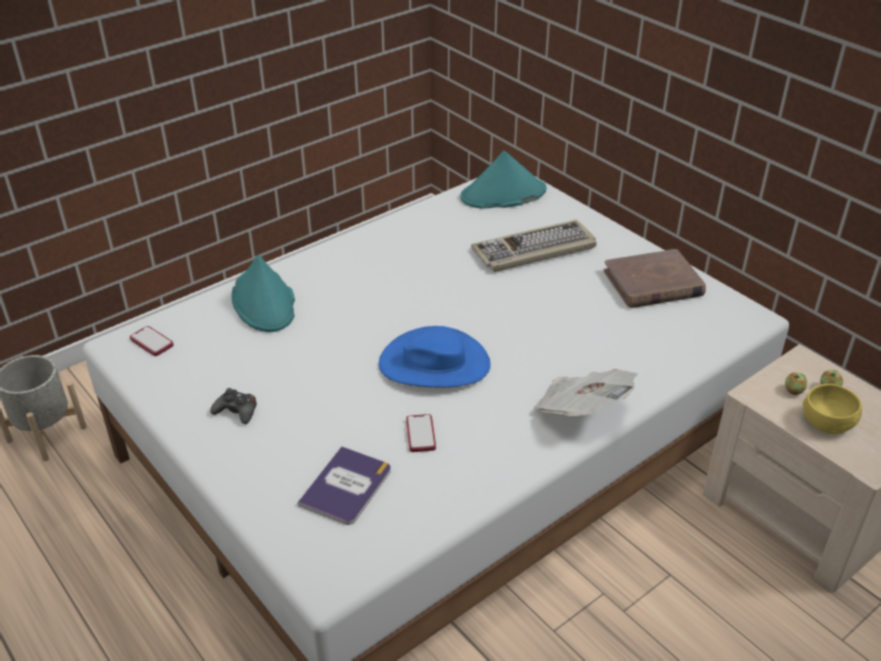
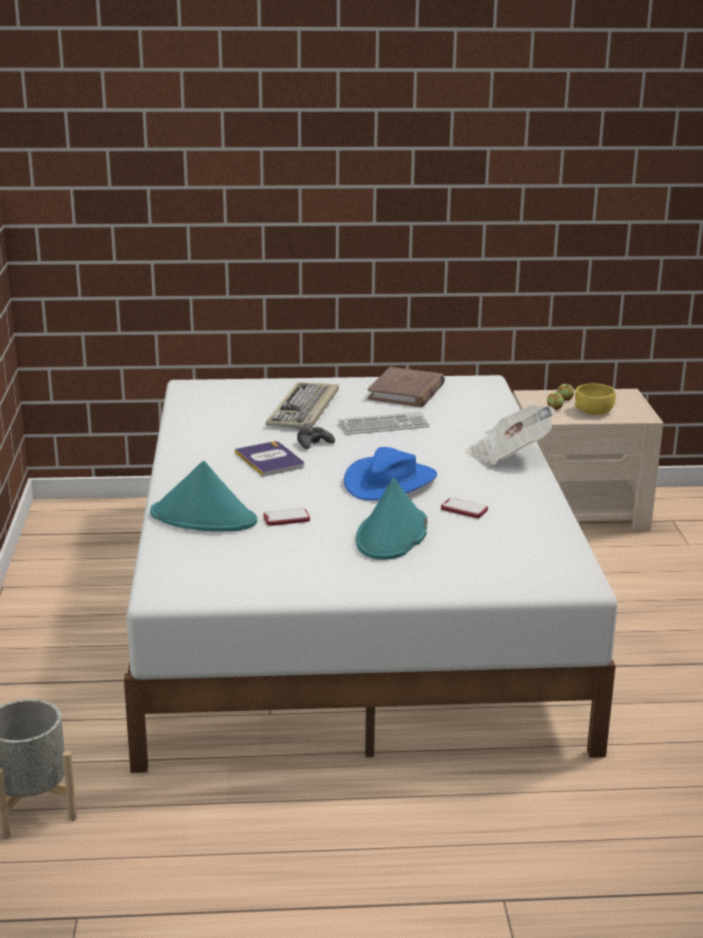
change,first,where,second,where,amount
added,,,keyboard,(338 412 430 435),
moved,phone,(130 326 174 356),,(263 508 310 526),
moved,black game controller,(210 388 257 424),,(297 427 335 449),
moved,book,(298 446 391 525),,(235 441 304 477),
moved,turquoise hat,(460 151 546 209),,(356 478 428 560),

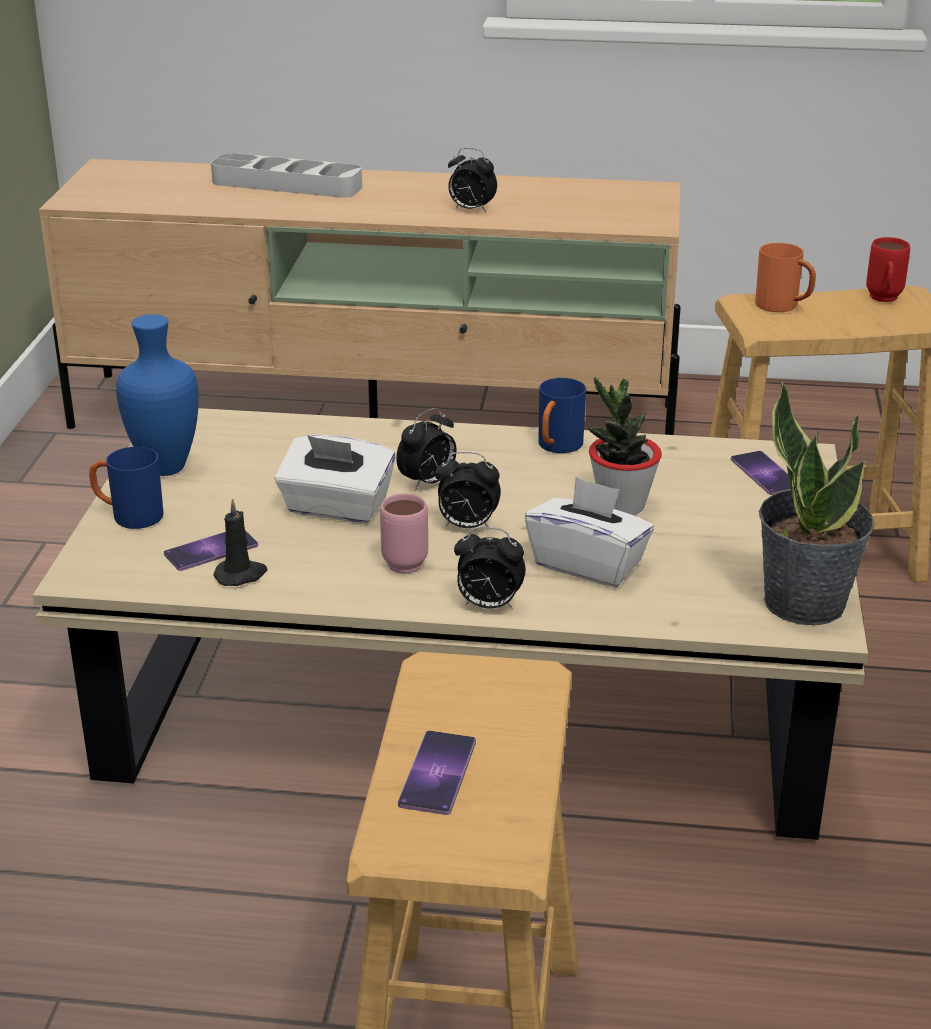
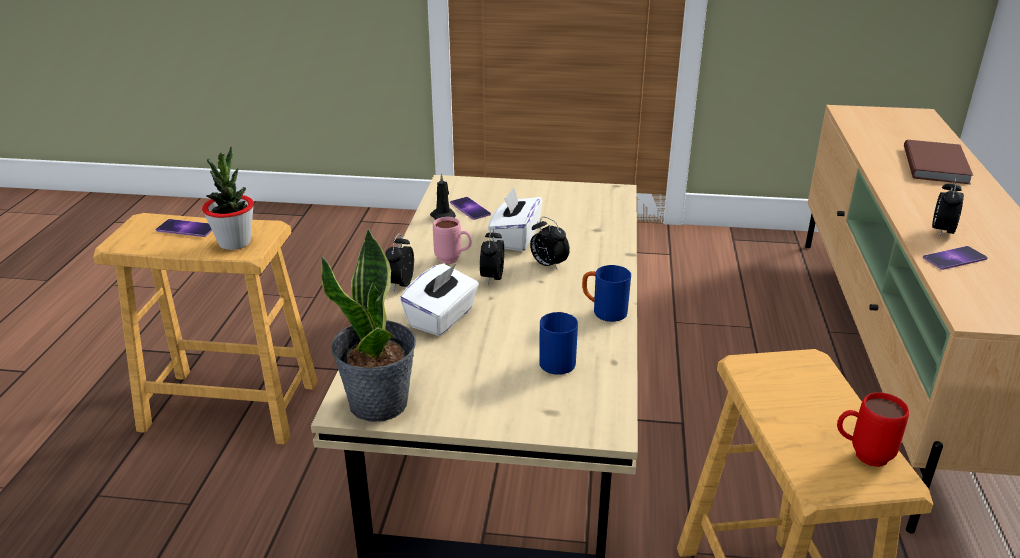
change,first,where,second,where,amount
removed,blue vase,(116 314 199 476),,,
removed,orange mug,(755 243 816 312),,,
moved,blue mug,(89 447 164 529),,(539 312 578 375),
moved,potted plant,(589 377 662 515),,(202 147 254 250),
moved,phone,(731 451 791 495),,(923 246 988 270),
replaced,grey tray,(211 153 362 198),brown book,(904 140 973 184),

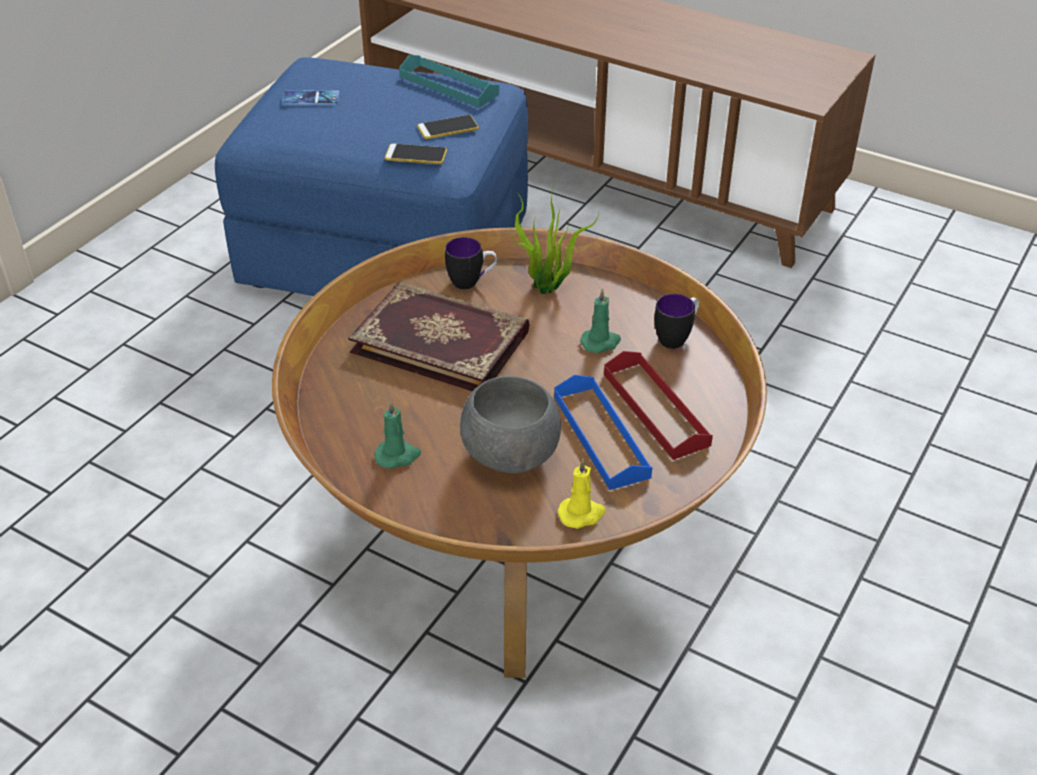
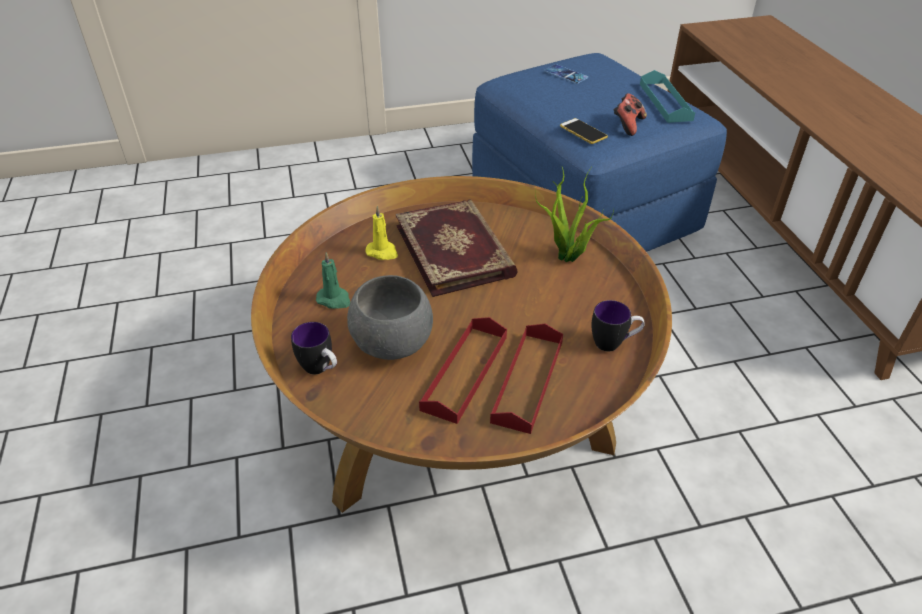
change,first,where,second,where,amount
removed,green candle,(580 288 621 353),,,
moved,mug,(445 237 497 289),,(291 322 337 374),
moved,yellow candle,(558 459 606 529),,(366 206 398 260),
replaced,phone,(417 115 479 139),game controller,(614 93 647 136),
recoloured,blue tray,(554 375 652 490),red tray,(419 317 507 424),

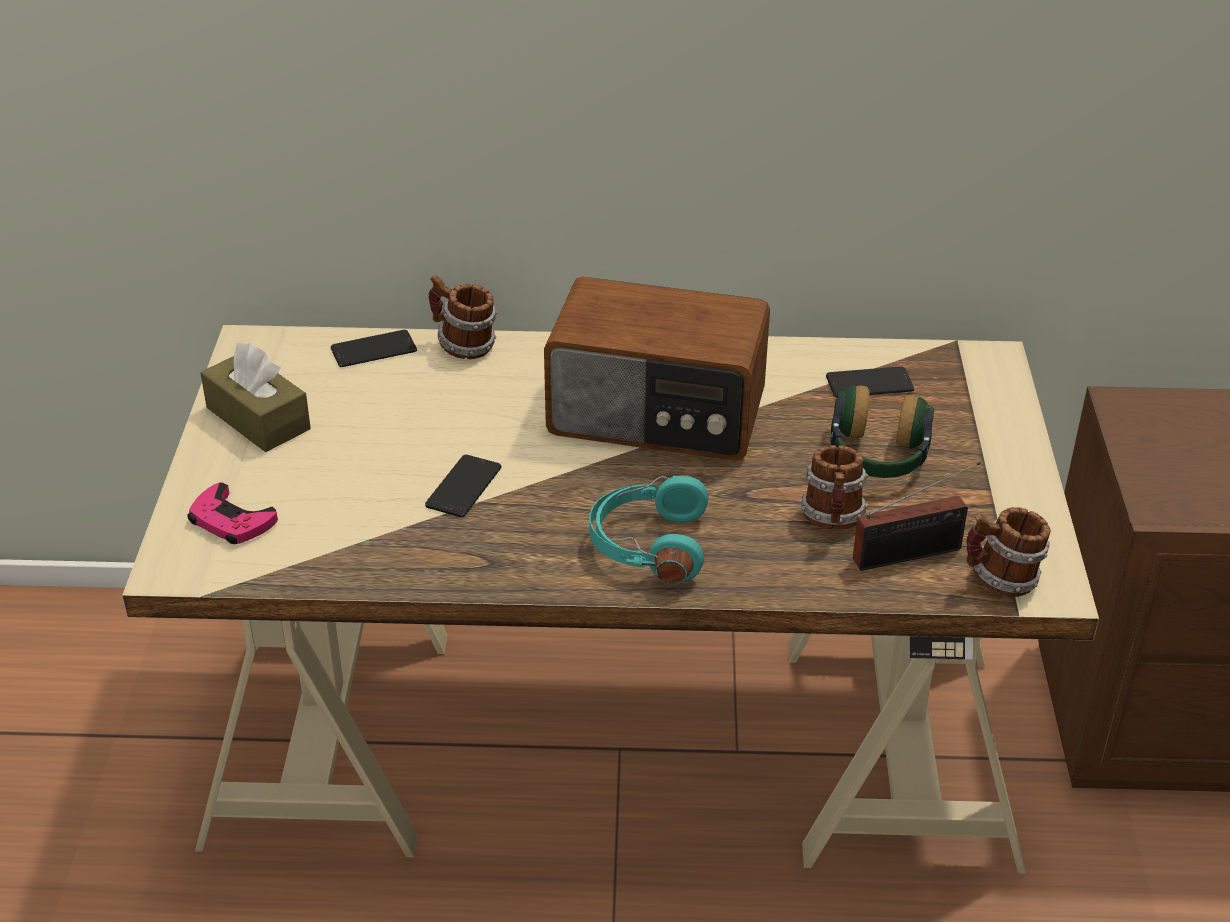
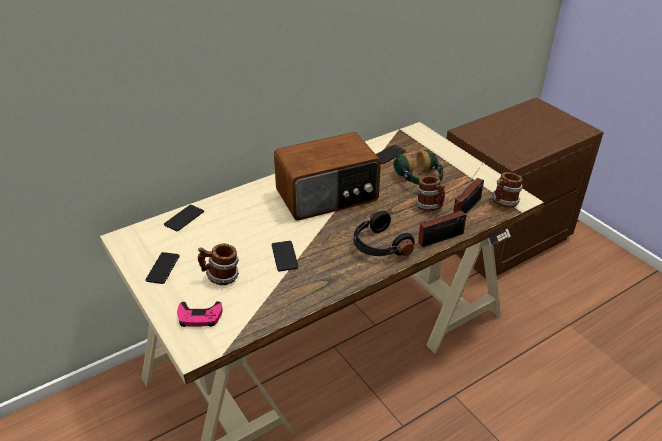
change,first,where,second,where,amount
added,,,radio,(418 194 471 247),
moved,mug,(429 275 497 359),,(198 244 239 285),
replaced,brown tissue box,(201 343 311 452),phone,(145 252 180 284),
recoloured,turquoise headphones,(589 475 709 584),black headphones,(354 211 415 256),

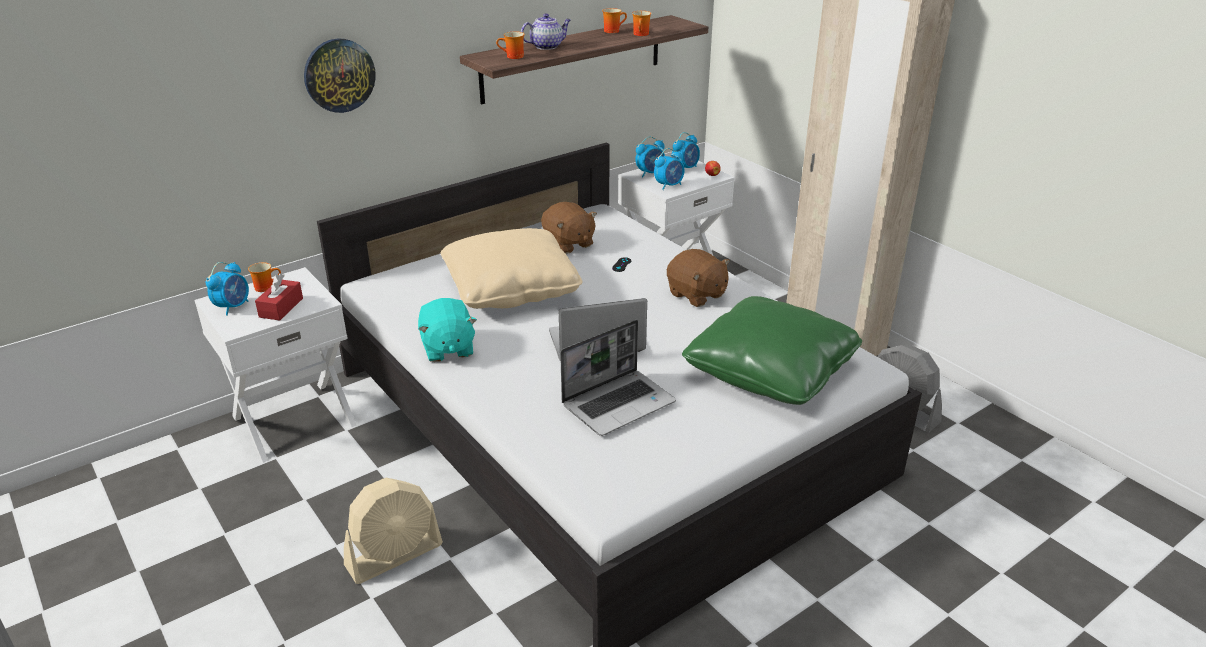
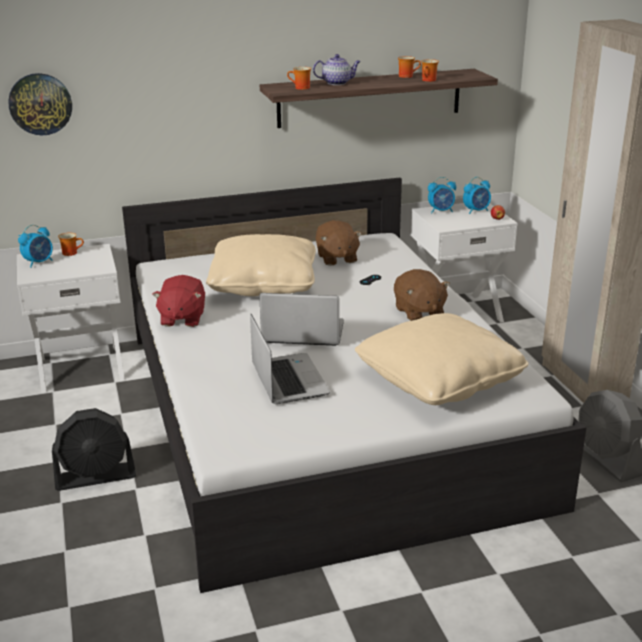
change,first,where,second,where,amount
removed,red tissue box,(255 273 303 321),,,
removed,alarm clock,(654 148 684 190),,,
moved,wall clock,(304 38 376 113),,(8 73 72 135),
recoloured,beige fan,(344 478 443 584),black fan,(52 408 136 491),
recoloured,turquoise plush toy,(418 298 477 362),red plush toy,(152 275 205 327),
recoloured,green pillow,(682 296 862 405),beige pillow,(355 313 529 405),
turned,laptop,(560 320 676 436),,(250 314 330 404),90 degrees counterclockwise

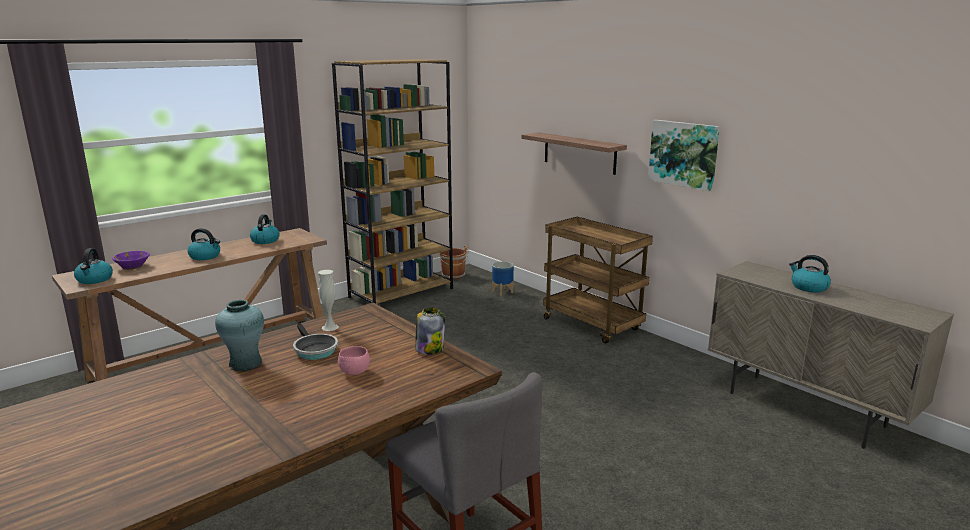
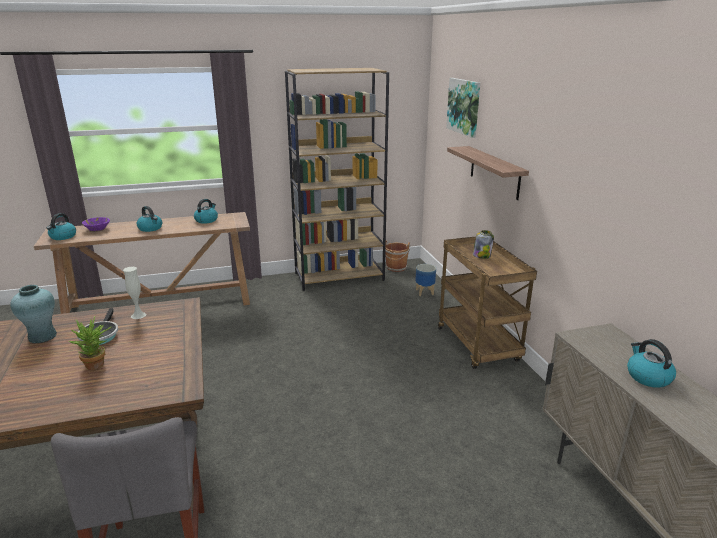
change,first,where,second,where,amount
moved,jar,(415 307 445 355),,(473 230 494 259),
moved,picture,(648 120 720 192),,(446 78 480 138),
replaced,pink bowl,(338 346 370 375),potted plant,(68 316 111 370),

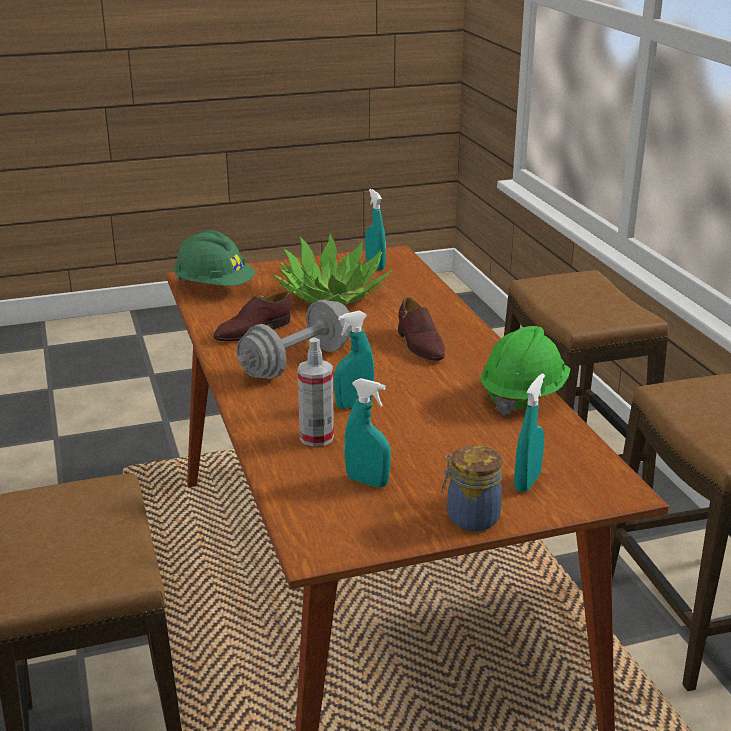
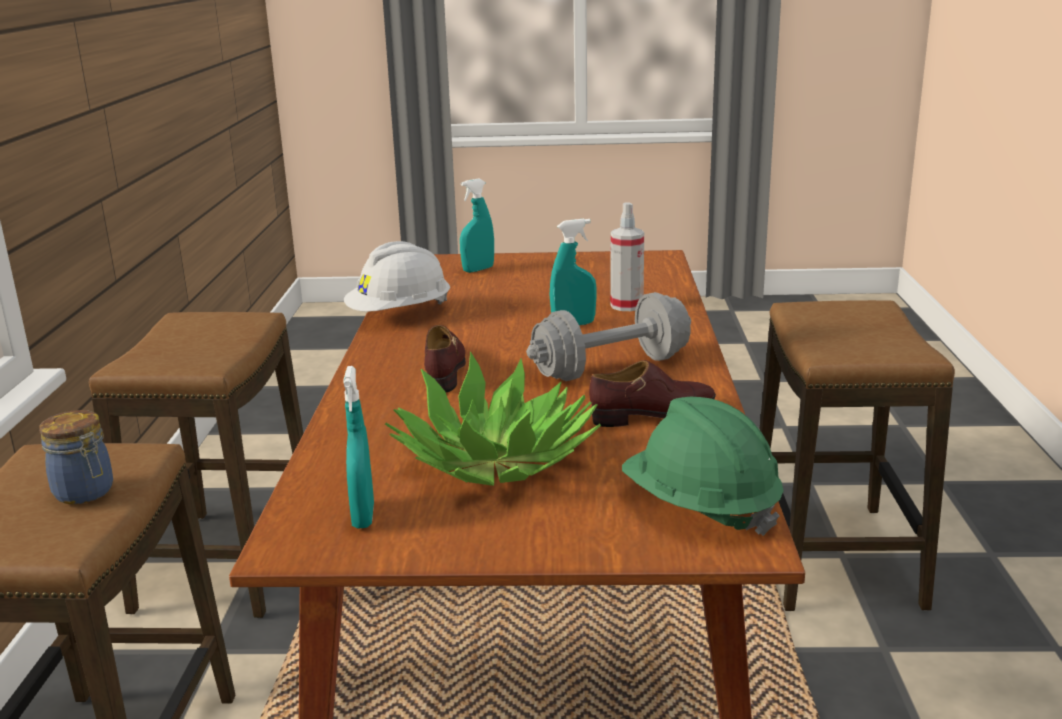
change,first,where,second,where,amount
removed,turquoise spray bottle,(344 378 391 487),,,
moved,jar,(441 445 502 531),,(39 410 113 504),
recoloured,green hard hat,(481 326 570 415),white hard hat,(344 241 450 312),

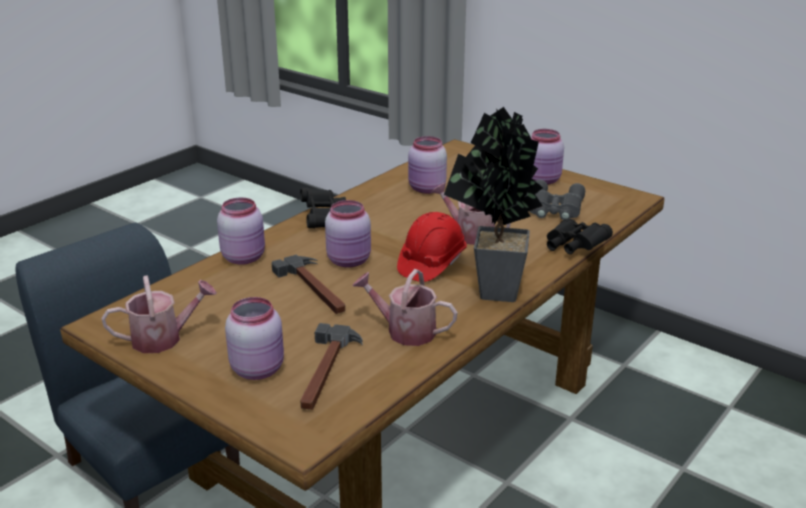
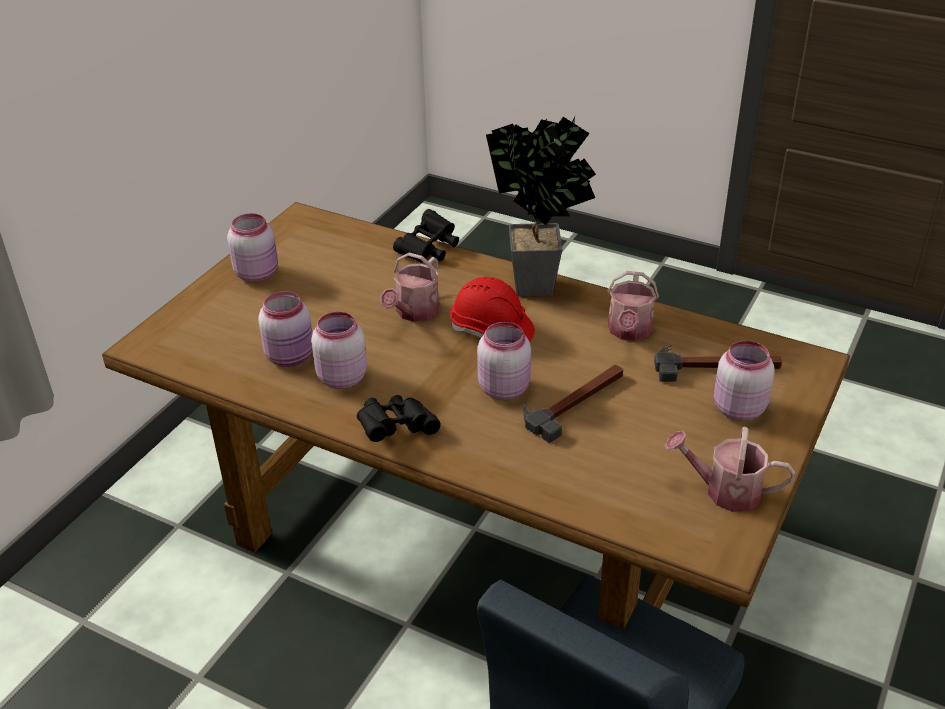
change,first,where,second,where,amount
removed,grey binoculars,(530 180 585 220),,,
moved,pink jar,(217 197 265 265),,(311 312 367 389),
turned,watering can,(102 275 217 353),,(665 426 795 512),45 degrees counterclockwise

